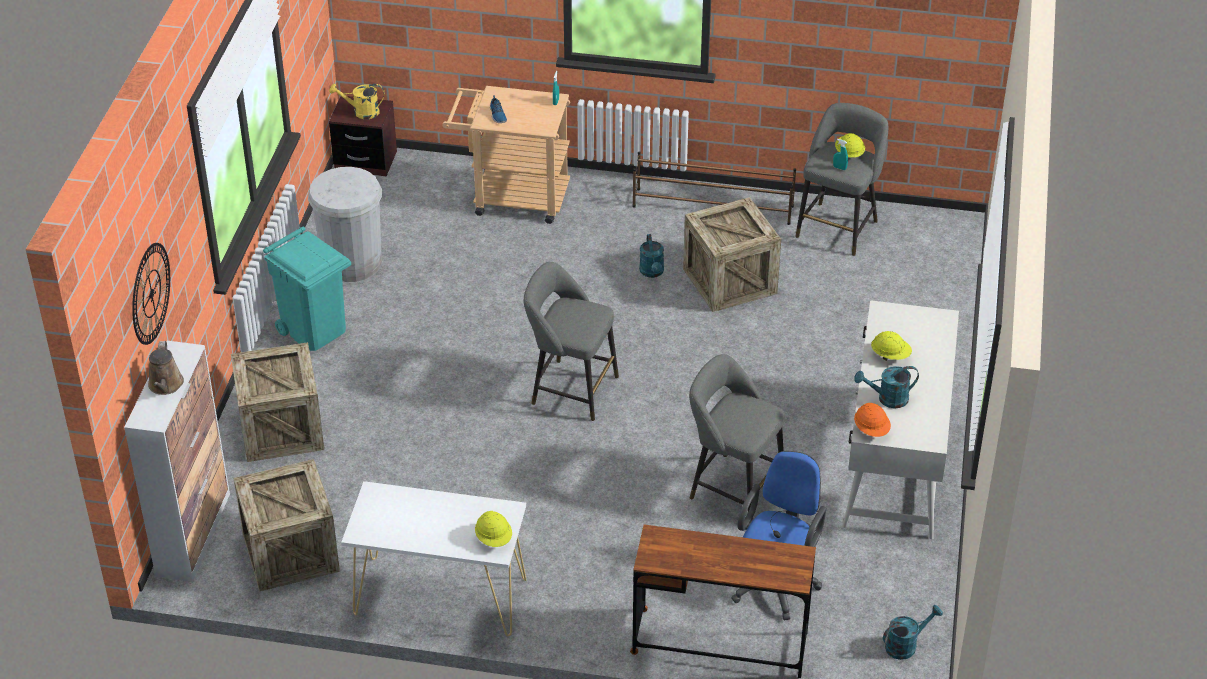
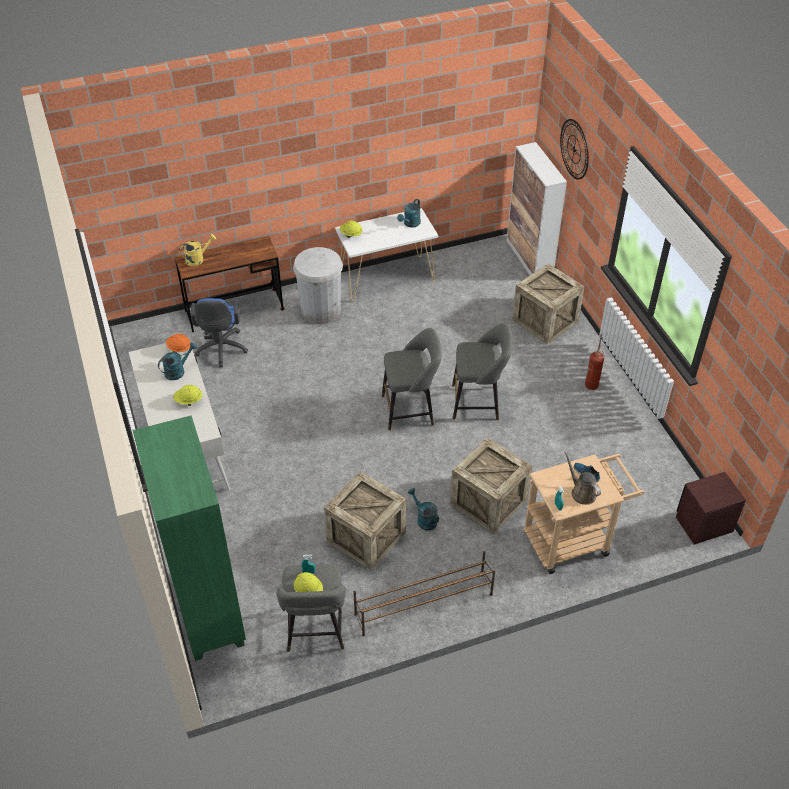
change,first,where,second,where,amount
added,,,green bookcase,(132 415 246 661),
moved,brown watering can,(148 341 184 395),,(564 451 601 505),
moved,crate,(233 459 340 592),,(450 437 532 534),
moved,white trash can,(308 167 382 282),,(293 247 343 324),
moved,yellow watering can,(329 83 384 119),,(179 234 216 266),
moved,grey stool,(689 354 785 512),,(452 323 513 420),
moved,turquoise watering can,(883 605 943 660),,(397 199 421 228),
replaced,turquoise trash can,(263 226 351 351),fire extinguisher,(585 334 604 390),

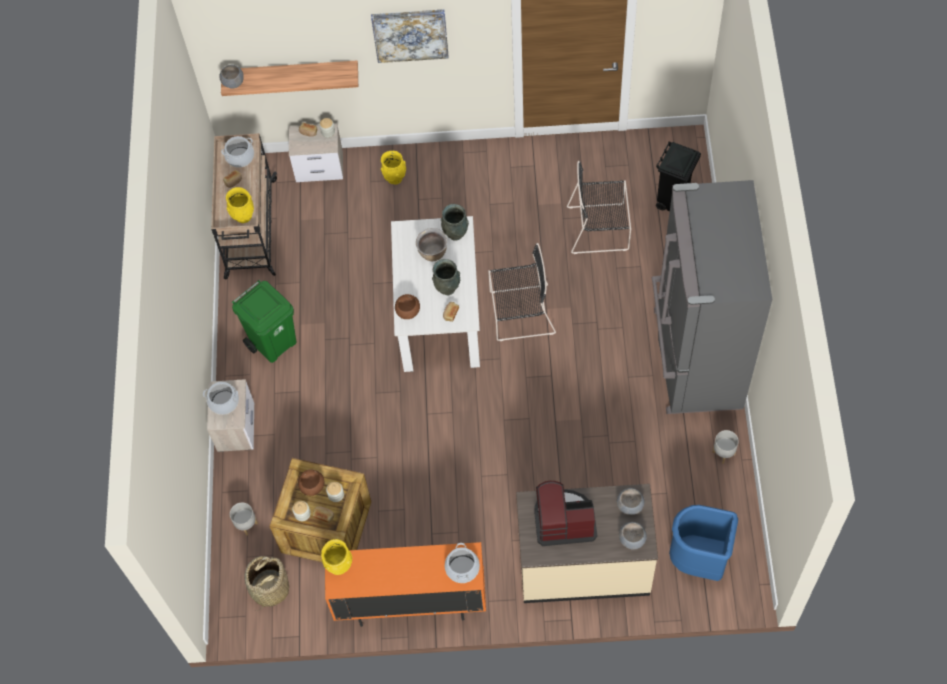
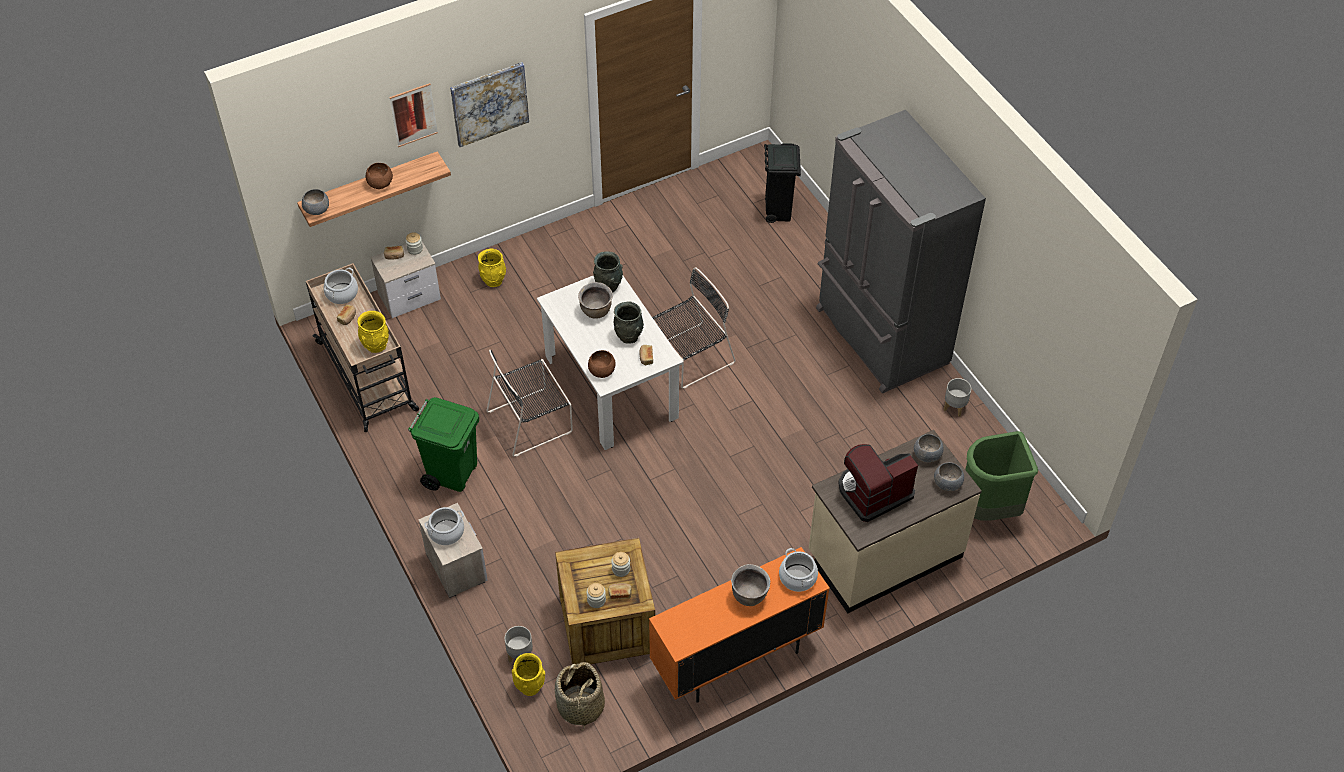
change,first,where,second,where,amount
added,,,picture,(389 83 438 147),
added,,,brown cooking pot,(731 564 770 606),
moved,brown bowl,(298 470 324 496),,(366 163 393 189),
moved,yellow vase,(321 539 352 575),,(512 653 545 696),
moved,black chair,(567 161 631 254),,(486 350 573 457),
recoloured,blue trash can,(669 505 738 581),green trash can,(965 431 1038 521),

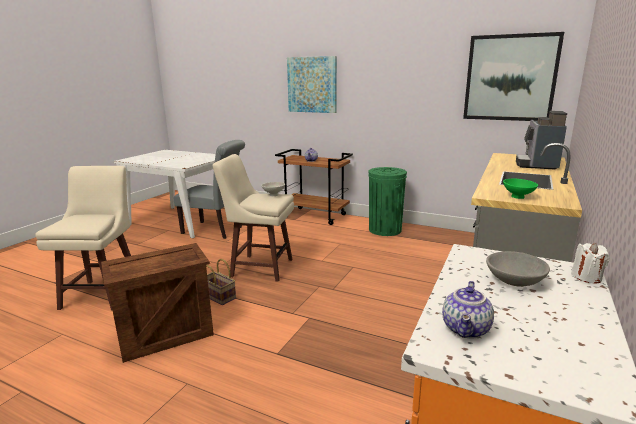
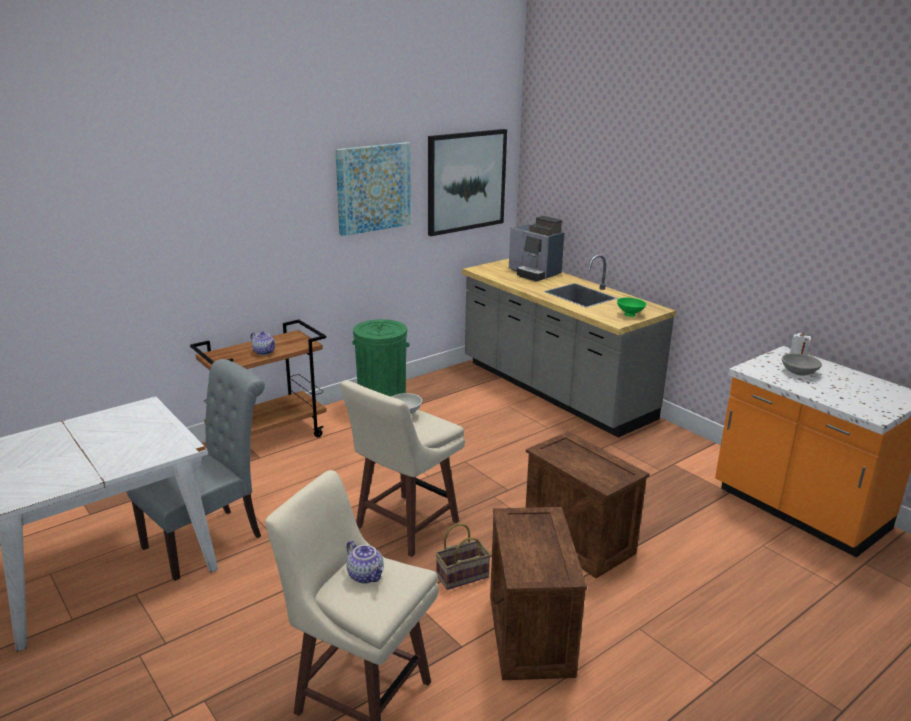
change,first,where,second,where,amount
added,,,crate,(526 431 650 578),
moved,picture,(287 56 337 113),,(335 142 411 236),
moved,teapot,(442 281 494 339),,(347 541 384 584),

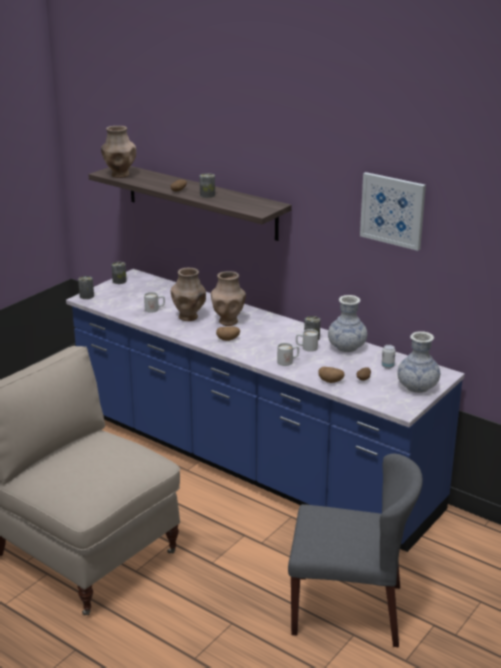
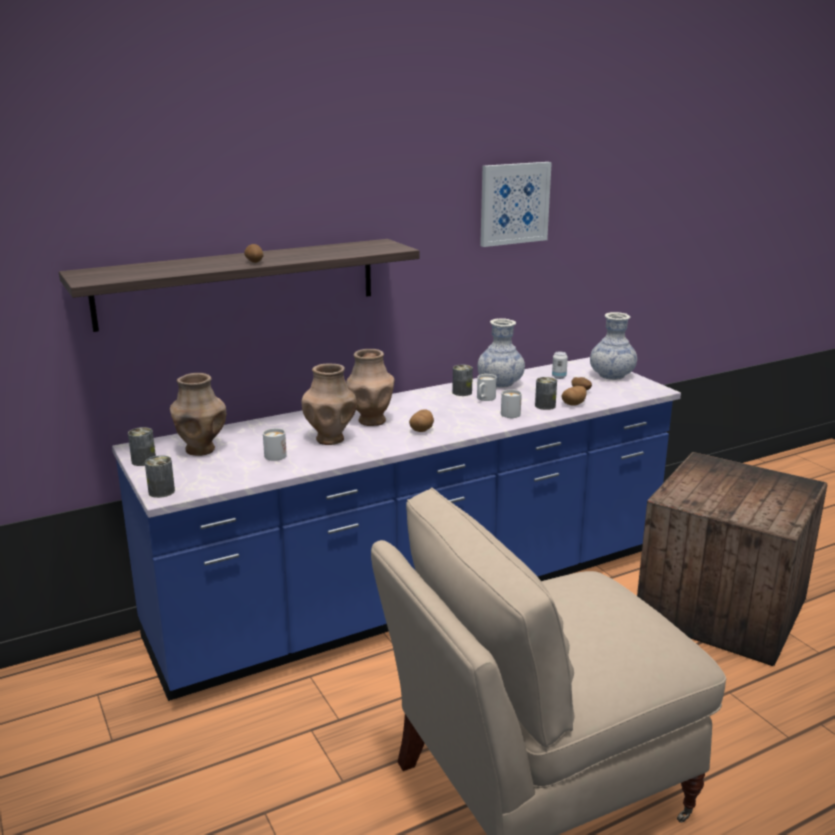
change,first,where,second,where,amount
moved,brown vase,(101 126 136 178),,(170 373 226 456),
moved,can,(199 173 215 198),,(535 377 557 410),
replaced,grey chair,(288 453 423 647),crate,(637 452 827 666),

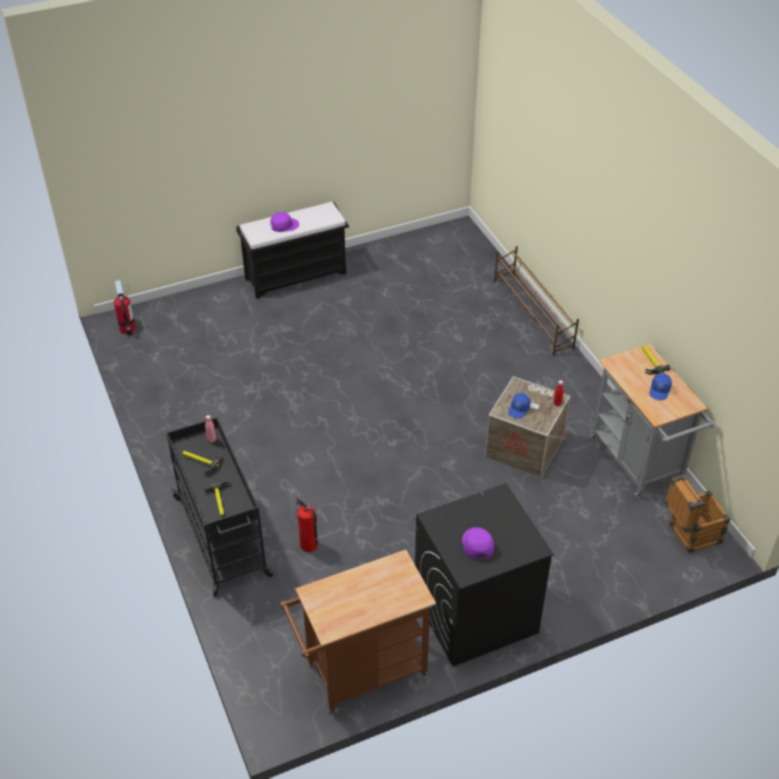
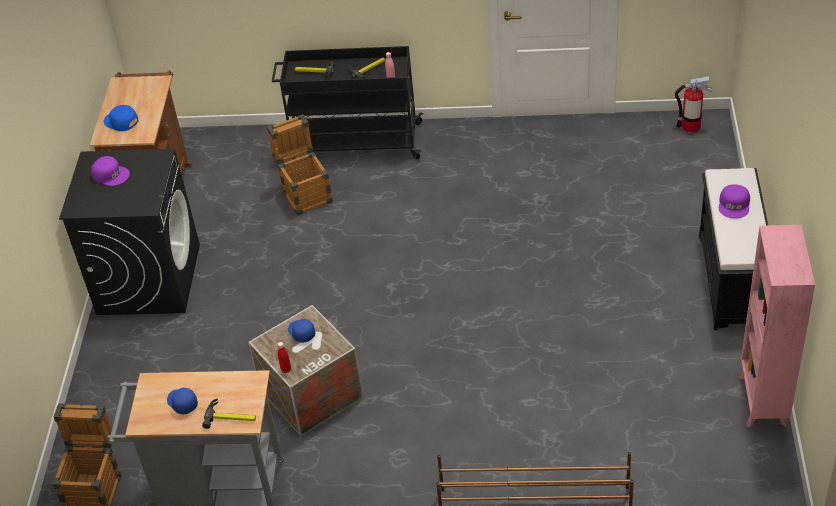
change,first,where,second,where,amount
added,,,blue cap,(104 105 139 131),
added,,,pink bookcase,(738 225 815 428),
replaced,fire extinguisher,(297 497 318 552),crate,(267 114 333 216),

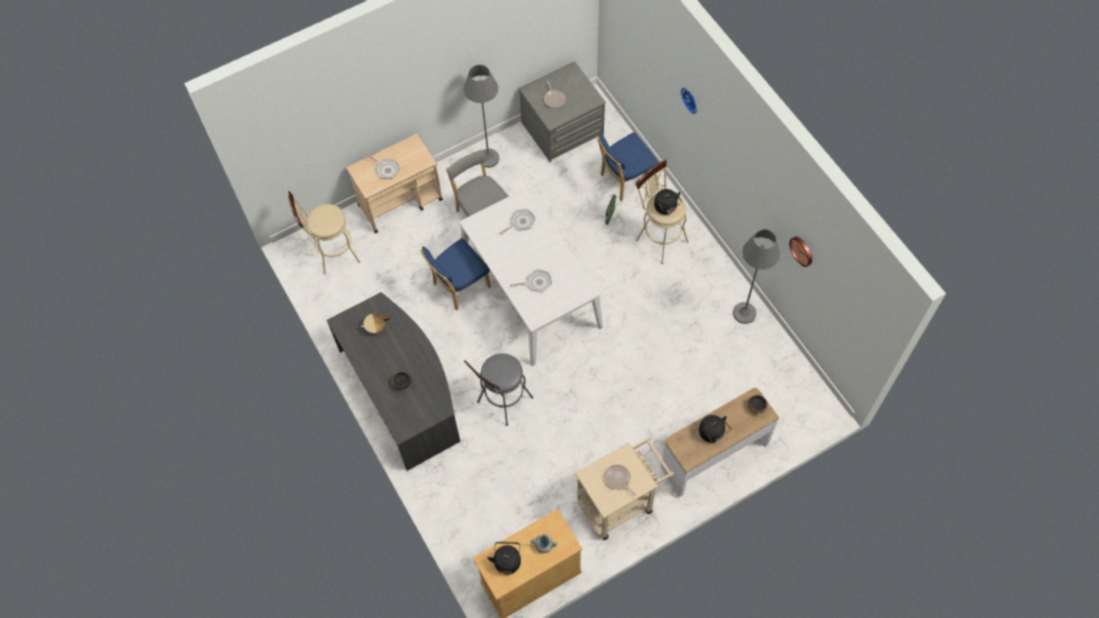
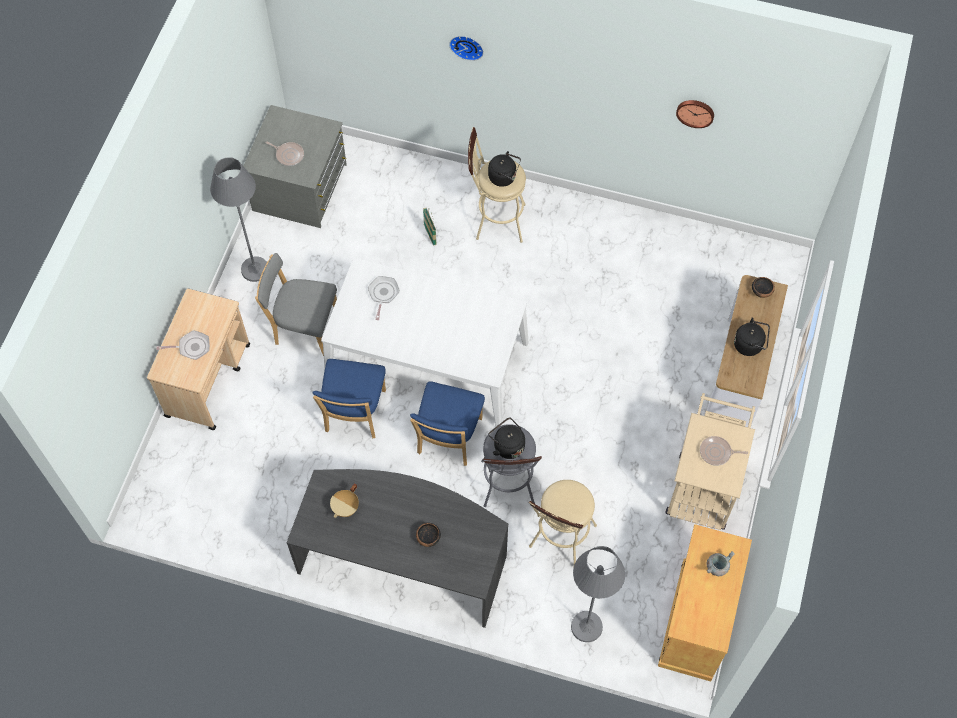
change,first,where,second,where,amount
removed,frying pan,(510 269 552 292),,,
moved,beige stool,(288 191 361 275),,(529 480 597 568),
moved,black kettle,(488 542 521 575),,(488 417 525 459),
moved,blue chair,(597 132 658 201),,(410 381 485 466),
moved,grey floor lamp,(733 229 780 324),,(571 546 625 642),

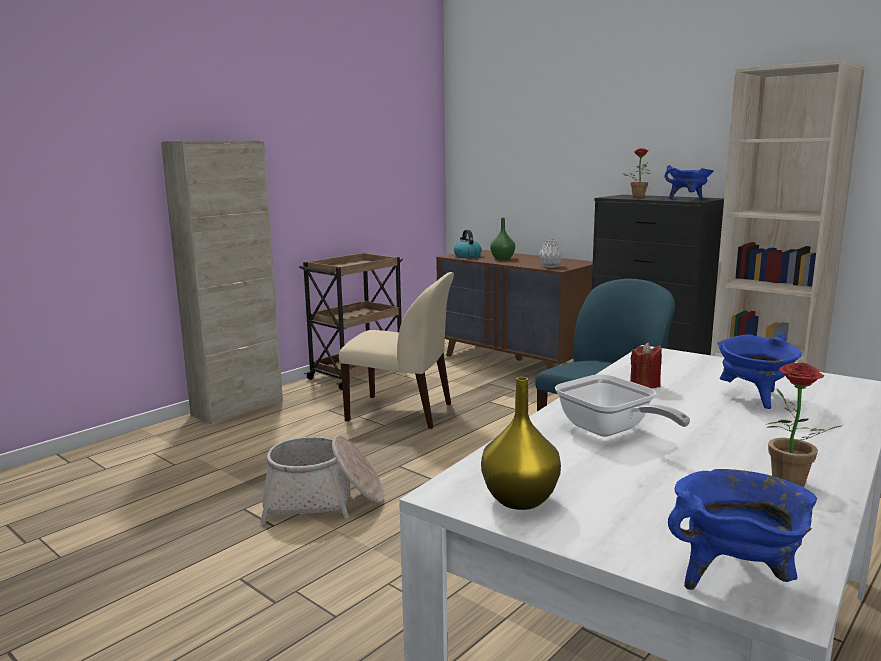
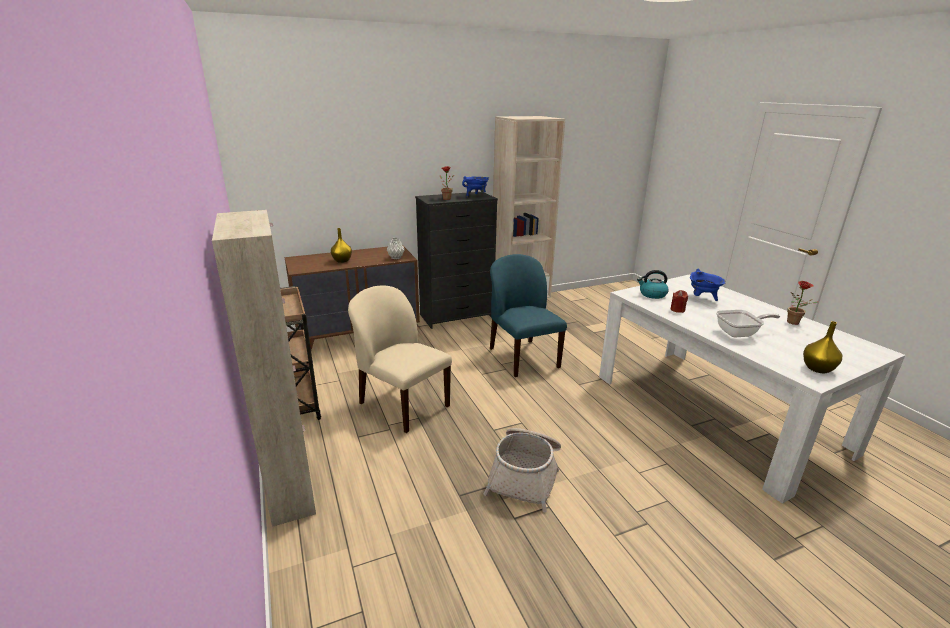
change,first,where,second,where,amount
removed,blue cooking pot,(668 469 817 590),,,
moved,kettle,(454 230 482 258),,(637 270 669 299),
recoloured,green vase,(490 218 515 260),yellow vase,(331 228 352 263),
turned,beige chair,(339 272 454 429),,(348 286 452 433),90 degrees counterclockwise

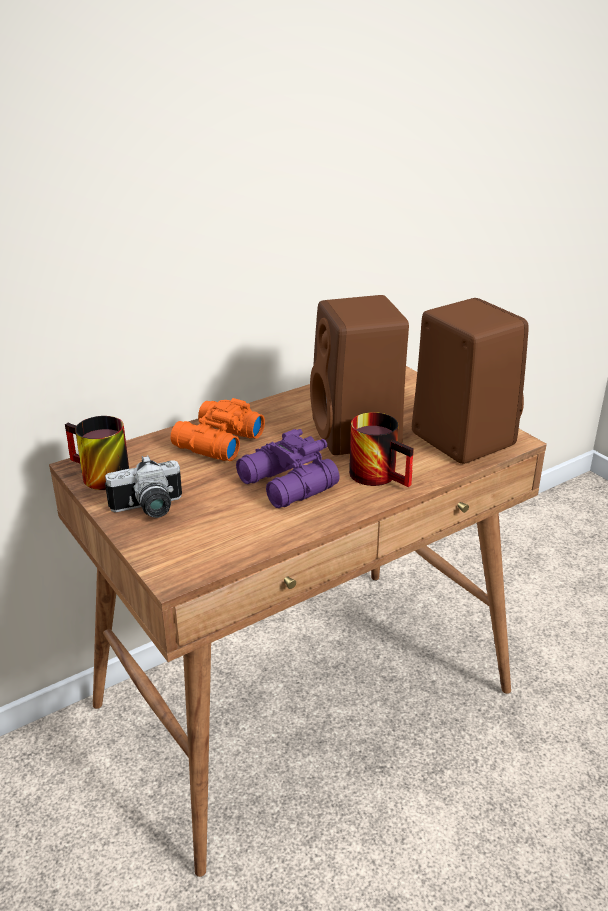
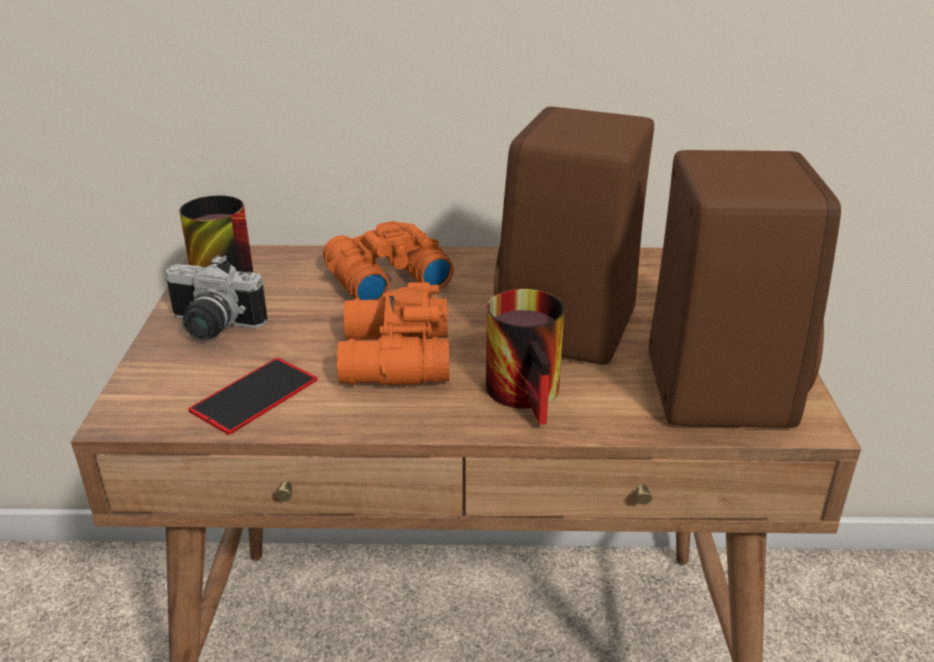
change,first,where,second,where,amount
added,,,phone,(188 358 317 435),
recoloured,purple binoculars,(236 429 339 508),orange binoculars,(337 282 450 385),

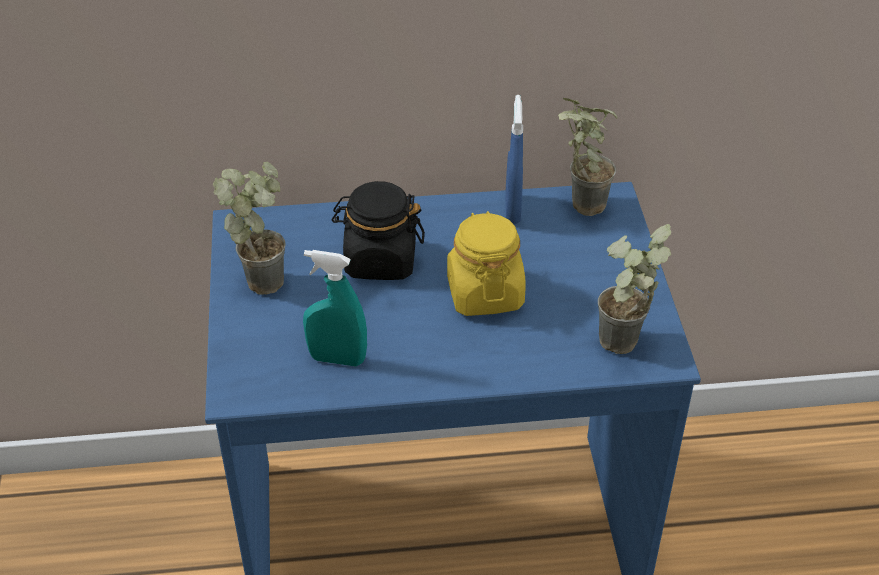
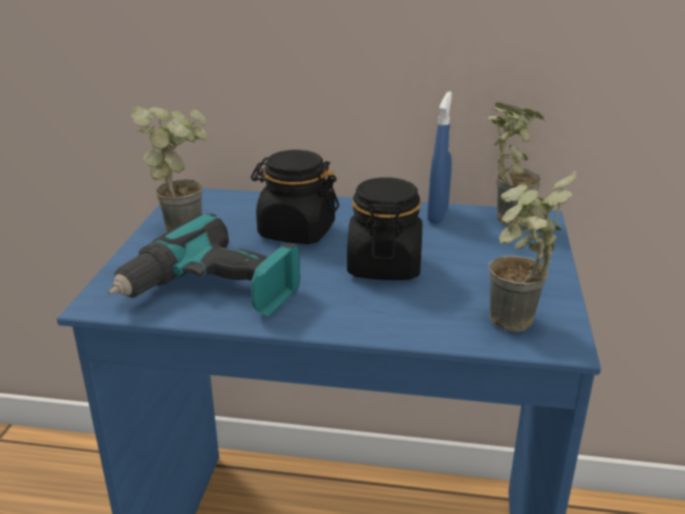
change,first,where,second,where,amount
replaced,turquoise spray bottle,(303 250 367 367),power drill,(108 213 300 316),
recoloured,yellow jar,(447 211 526 316),black jar,(347 177 422 280),

